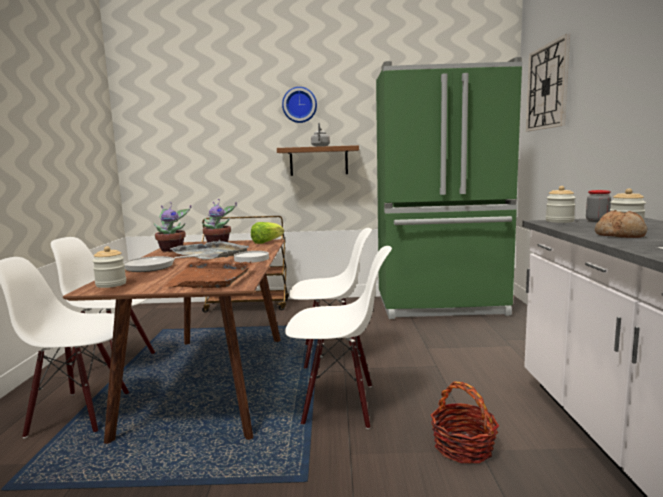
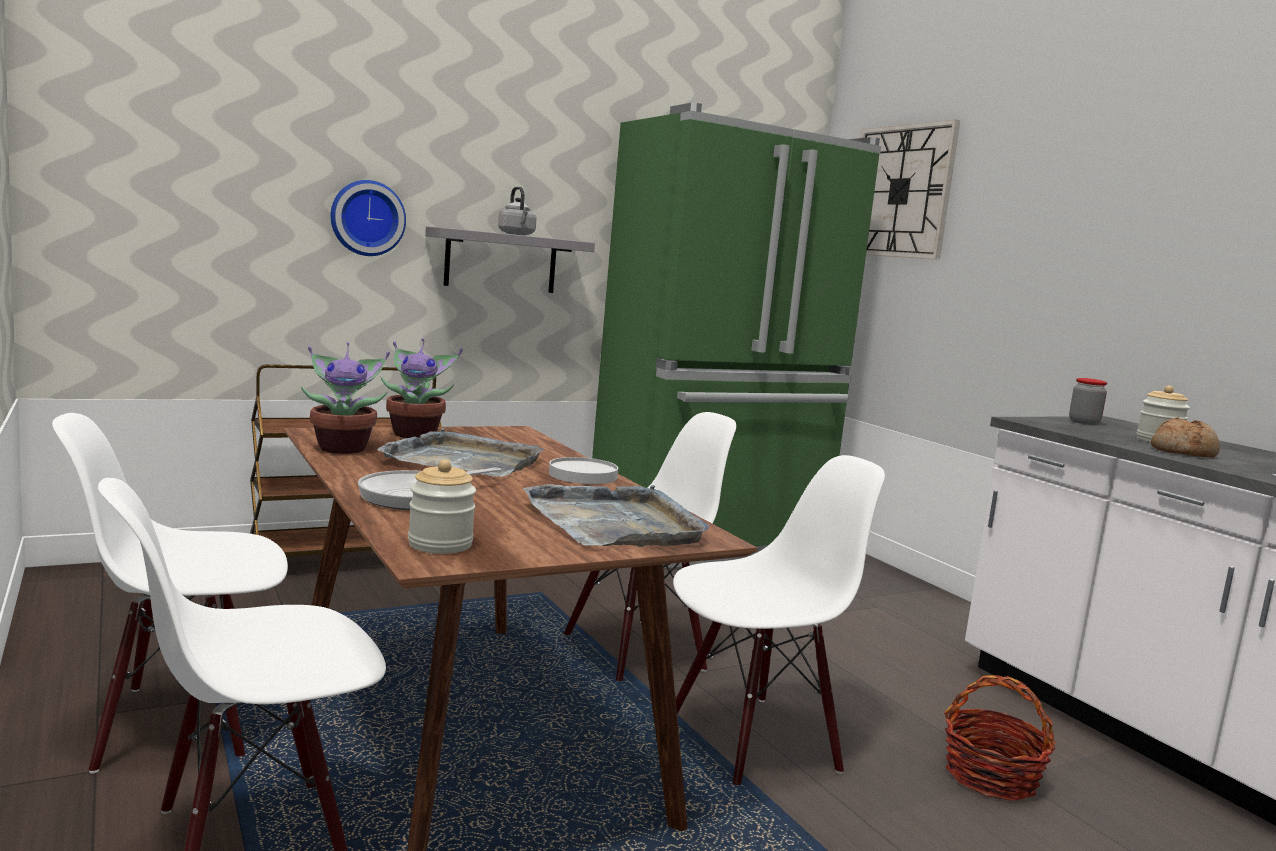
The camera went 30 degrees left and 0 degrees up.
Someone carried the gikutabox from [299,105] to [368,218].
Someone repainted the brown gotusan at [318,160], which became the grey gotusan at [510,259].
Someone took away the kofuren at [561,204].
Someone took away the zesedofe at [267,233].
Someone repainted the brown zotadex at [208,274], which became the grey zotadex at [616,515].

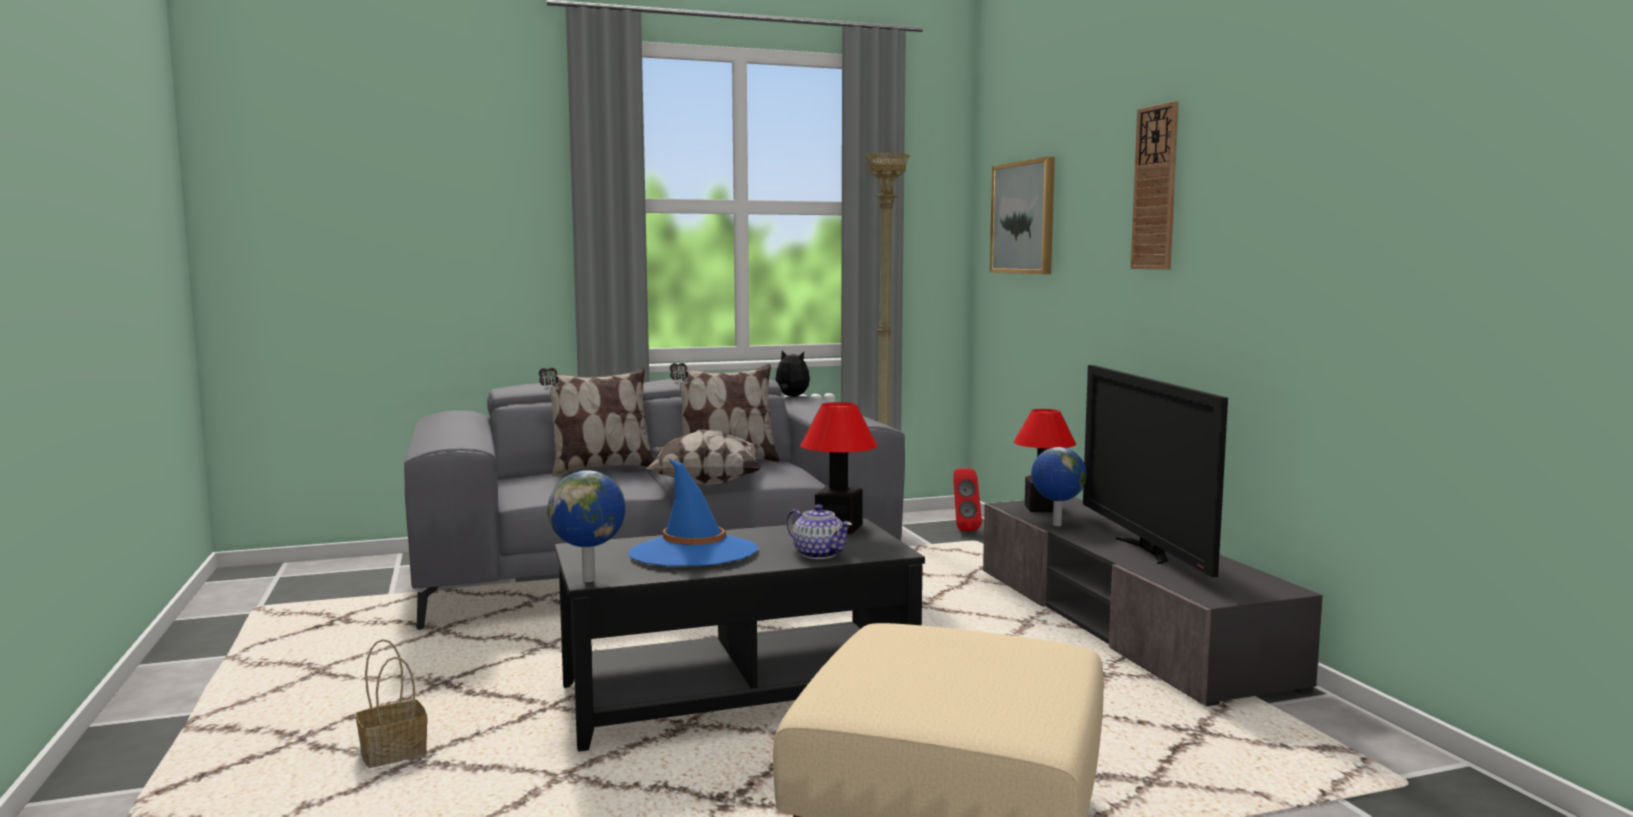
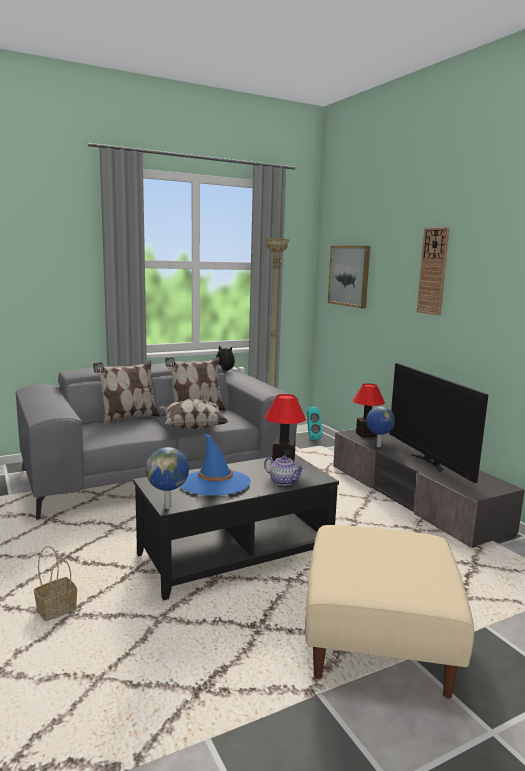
The camera went 10 degrees left and 5 degrees up.
Someone repainted the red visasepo at [967,499], which became the turquoise visasepo at [315,423].

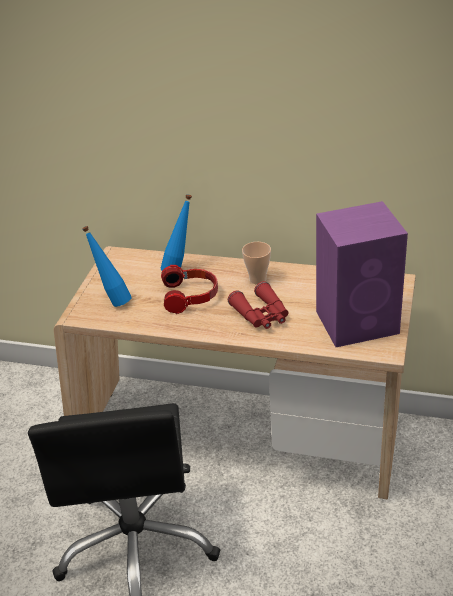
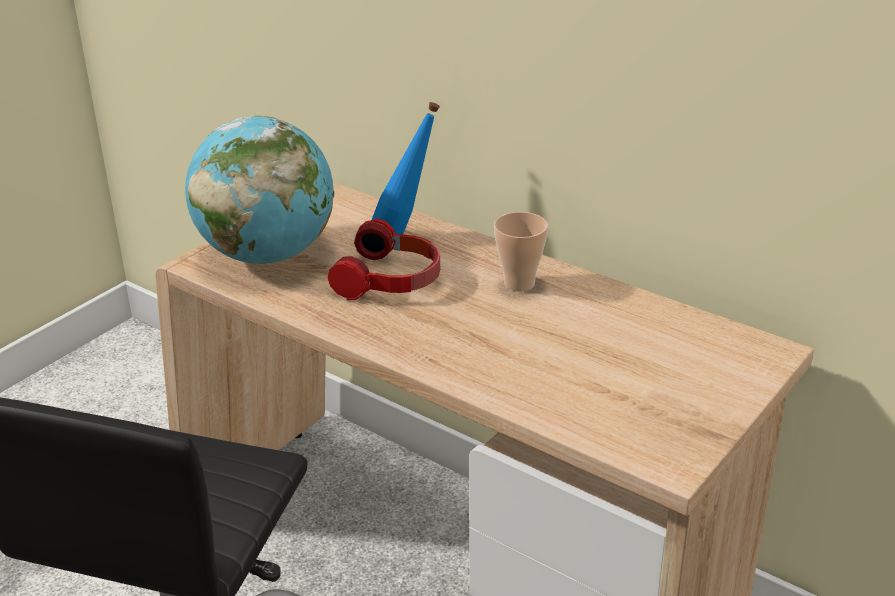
The camera went 20 degrees right and 5 degrees down.
Someone took away the purple visasepo at [362,274].
Someone swapped the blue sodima at [107,266] for the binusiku at [259,190].
Someone took away the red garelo at [258,305].

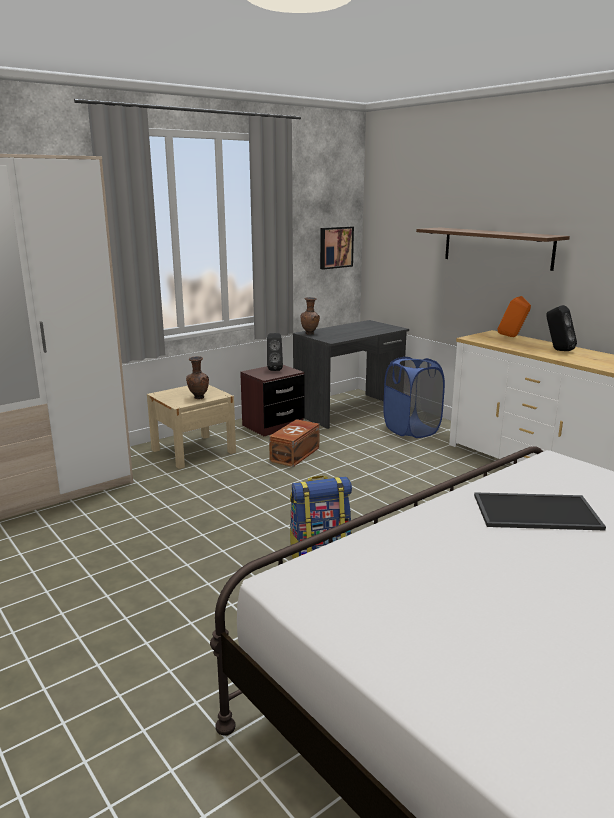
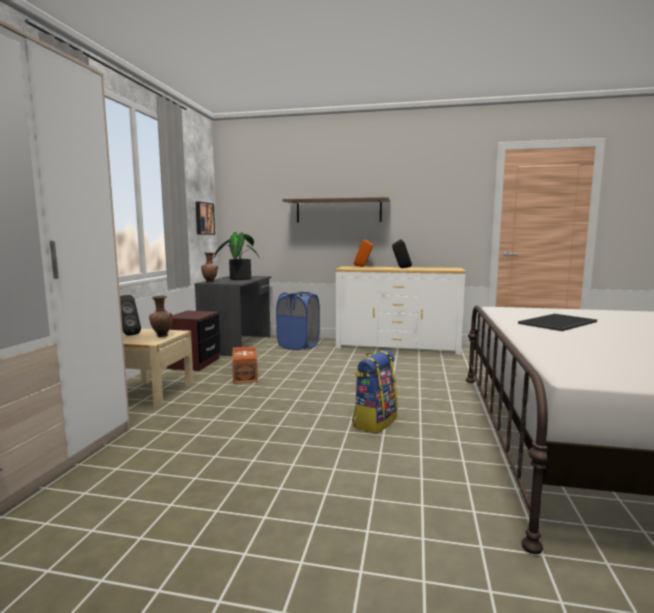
The camera went 40 degrees left and 10 degrees down.
Someone carried the black visasepo from [275,352] to [130,315].
Someone put down the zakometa at [236,256].

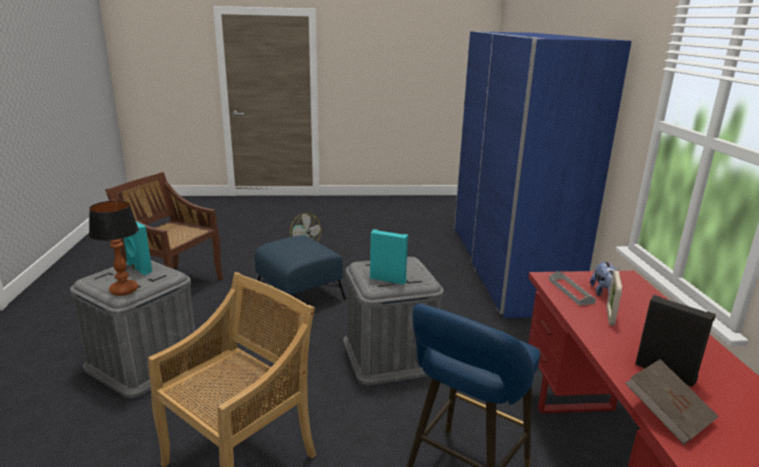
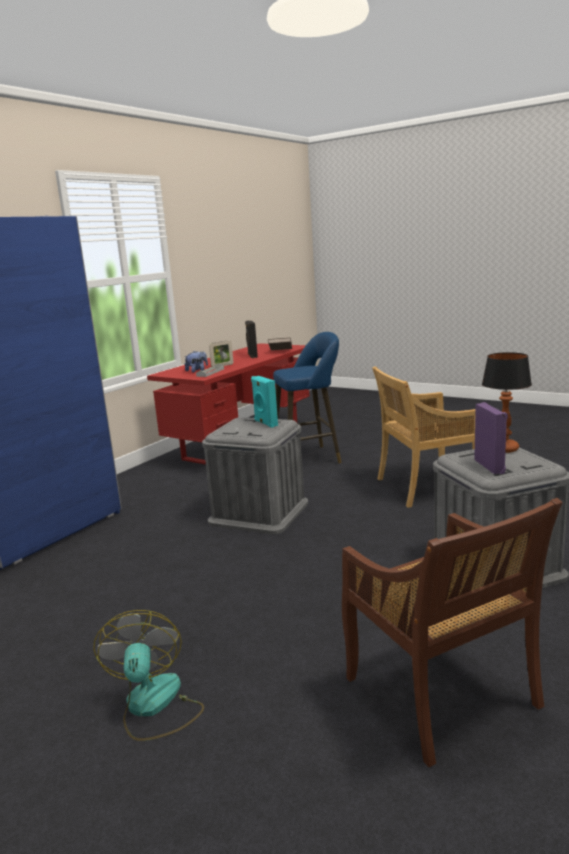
The camera went 140 degrees left and 5 degrees down.
Someone repainted the turquoise visasepo at [137,248], which became the purple visasepo at [491,438].
Someone took away the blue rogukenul at [300,268].

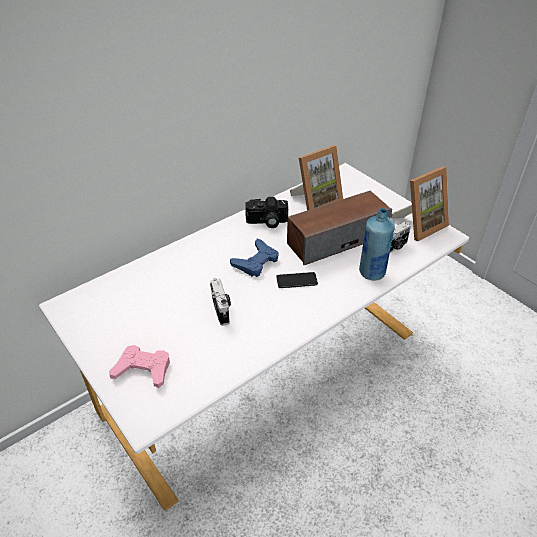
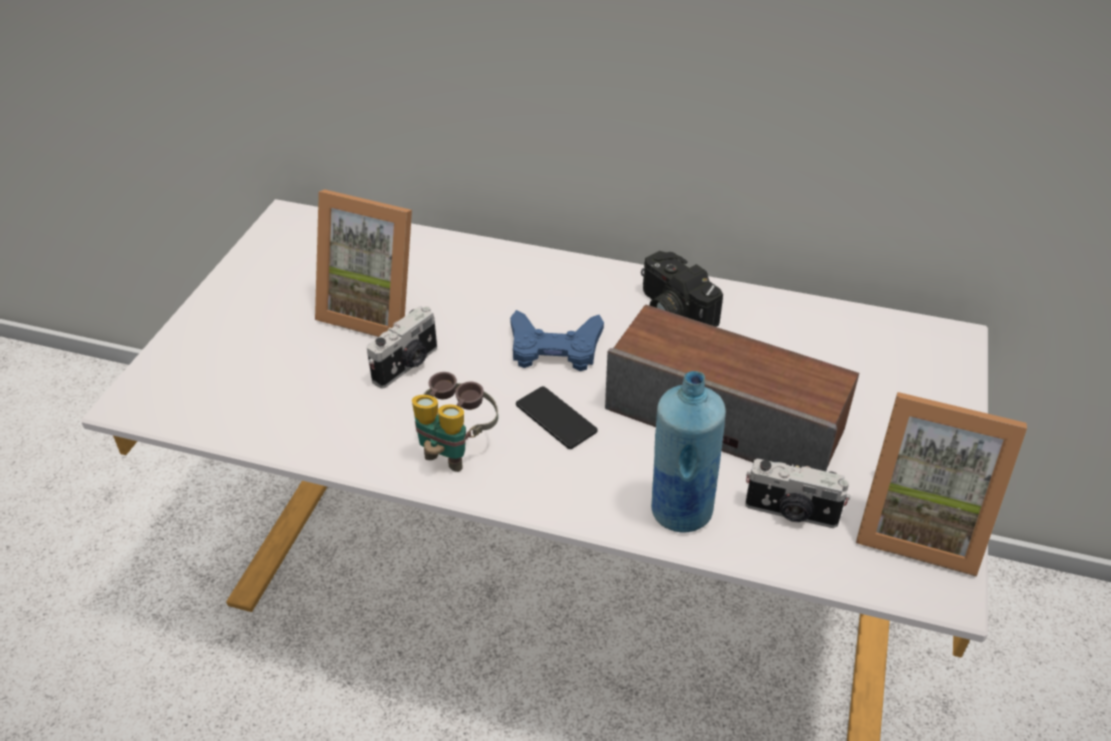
The camera went 55 degrees right and 0 degrees up.
Someone carried the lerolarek from [316,177] to [363,263].
Someone took away the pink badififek at [139,366].
Someone put down the garelo at [455,422].

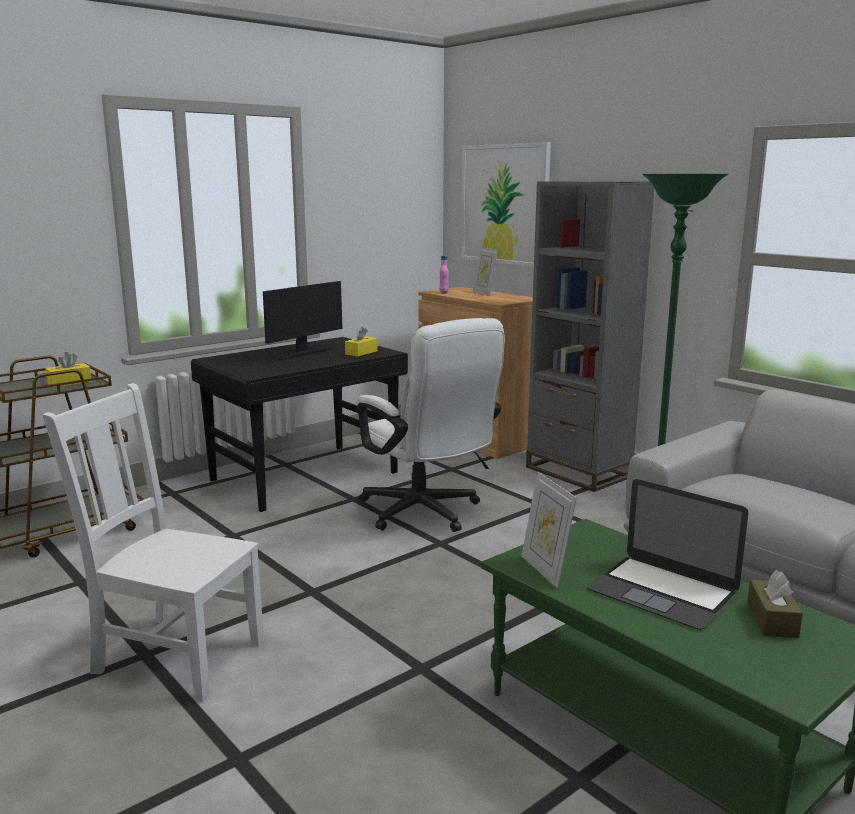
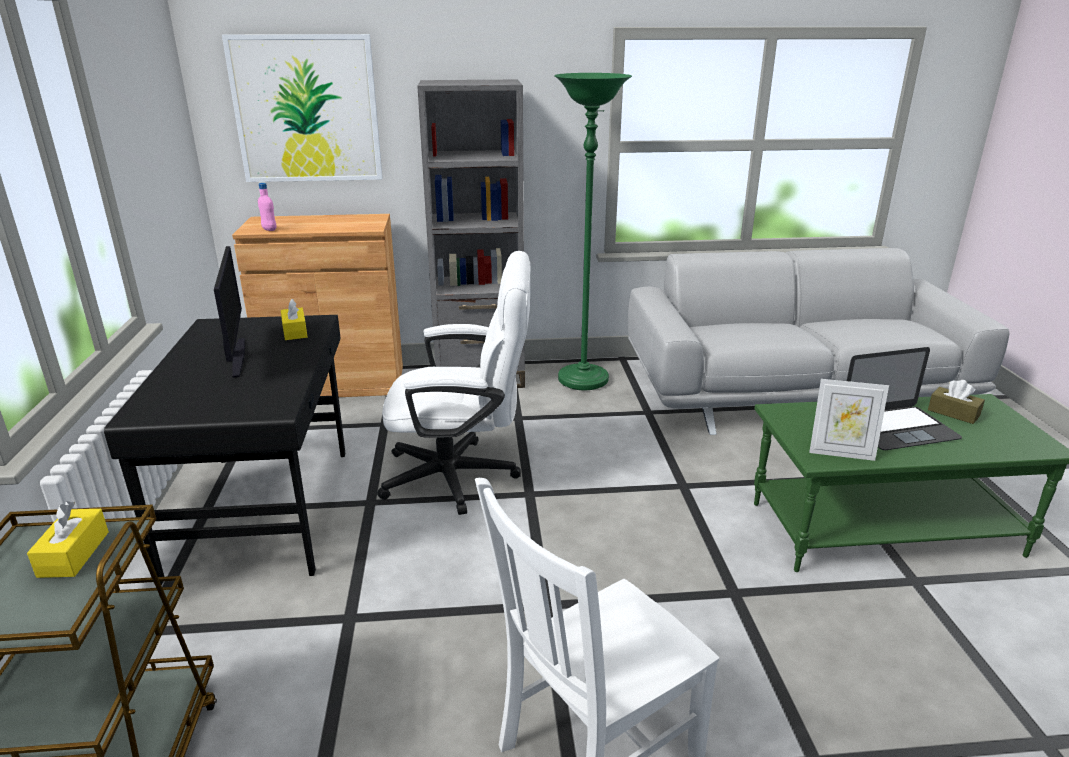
The camera went 55 degrees left and 10 degrees up.
Someone took away the lerolarek at [485,271].

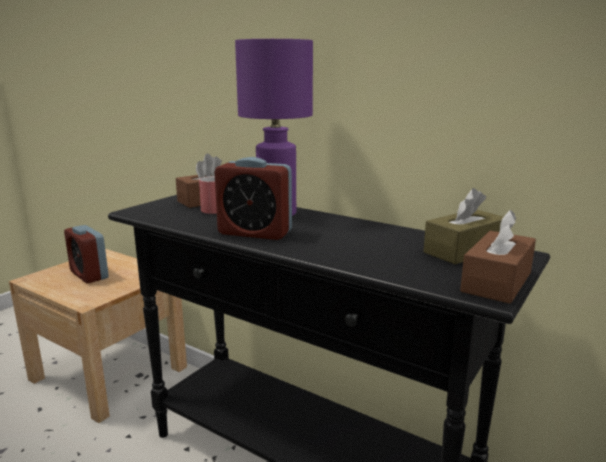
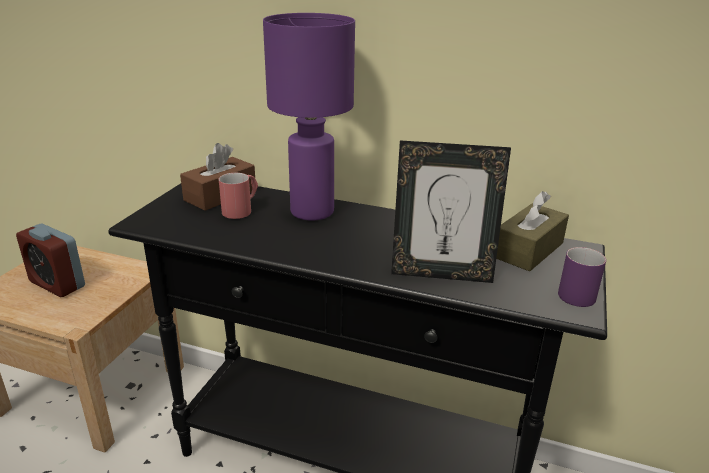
The camera went 15 degrees left and 10 degrees up.
Someone took away the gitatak at [253,198].
Someone swapped the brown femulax at [498,257] for the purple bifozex at [582,277].
Someone put down the lerolarek at [451,211].

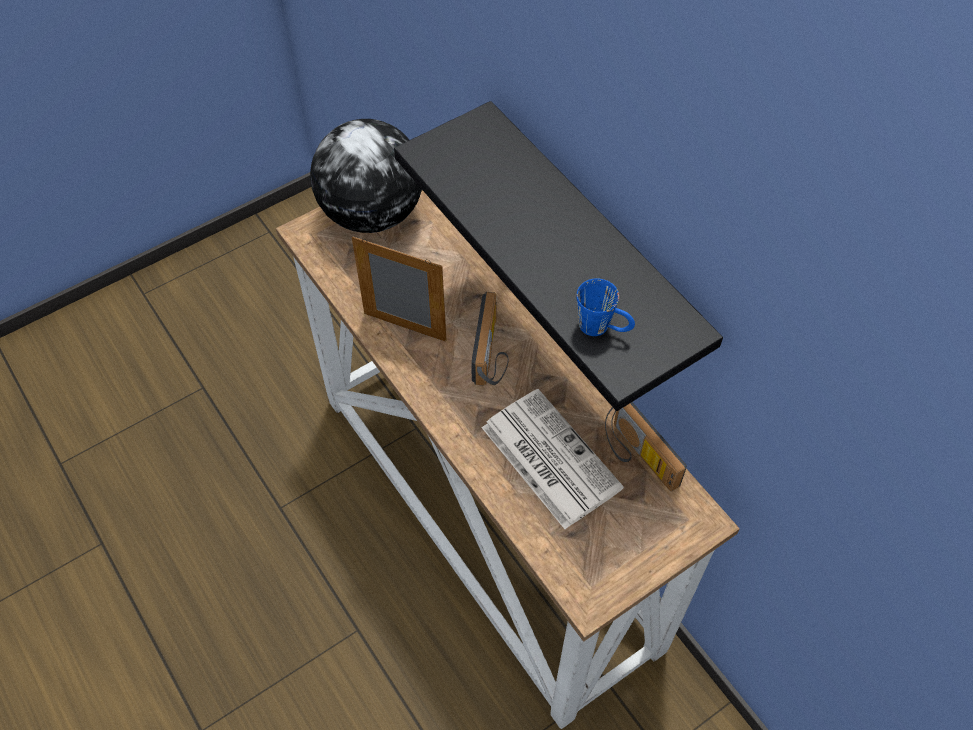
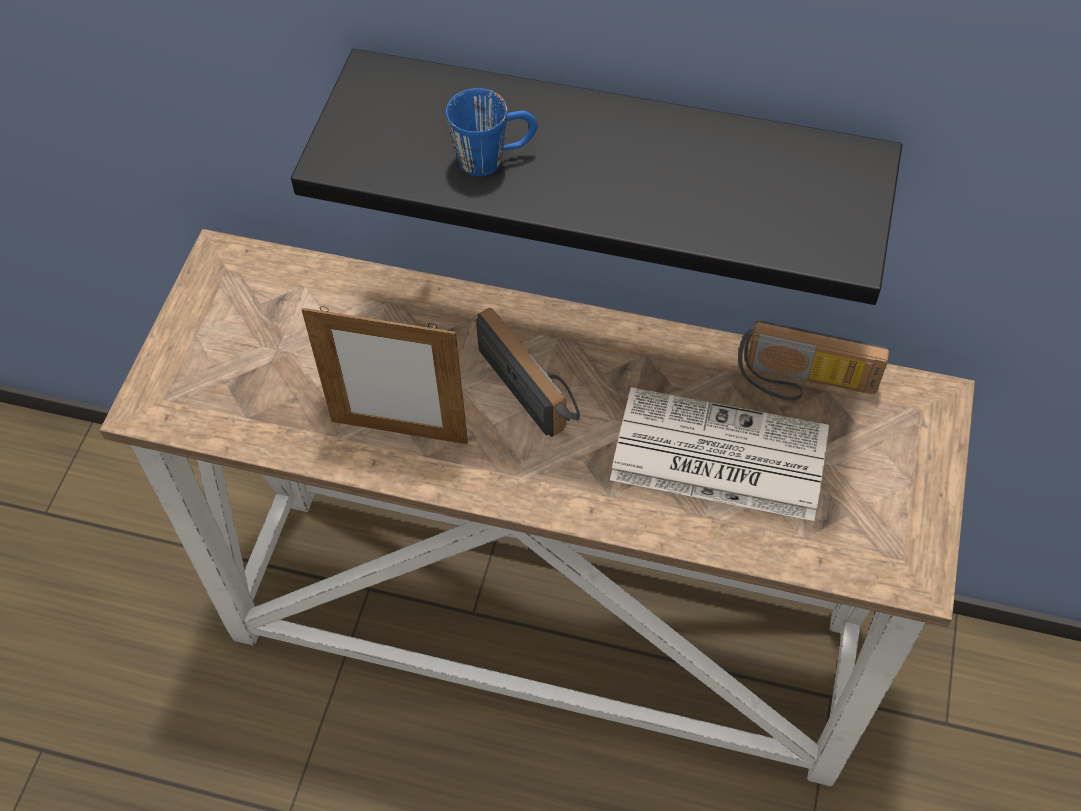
The camera went 40 degrees left and 0 degrees up.
Someone took away the binusiku at [366,176].
Someone rotated the lerolarek at [399,289] by 150 degrees counterclockwise.
Someone carried the blue bifozex from [606,307] to [491,132].

